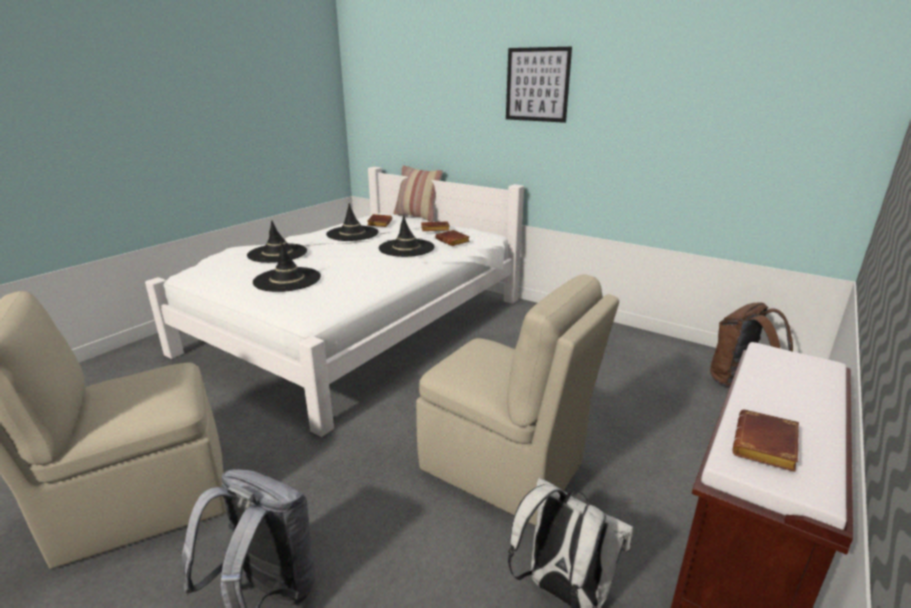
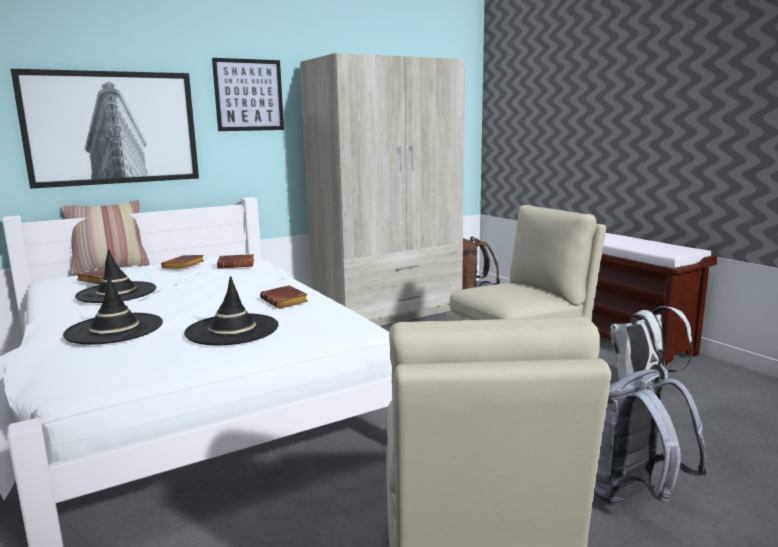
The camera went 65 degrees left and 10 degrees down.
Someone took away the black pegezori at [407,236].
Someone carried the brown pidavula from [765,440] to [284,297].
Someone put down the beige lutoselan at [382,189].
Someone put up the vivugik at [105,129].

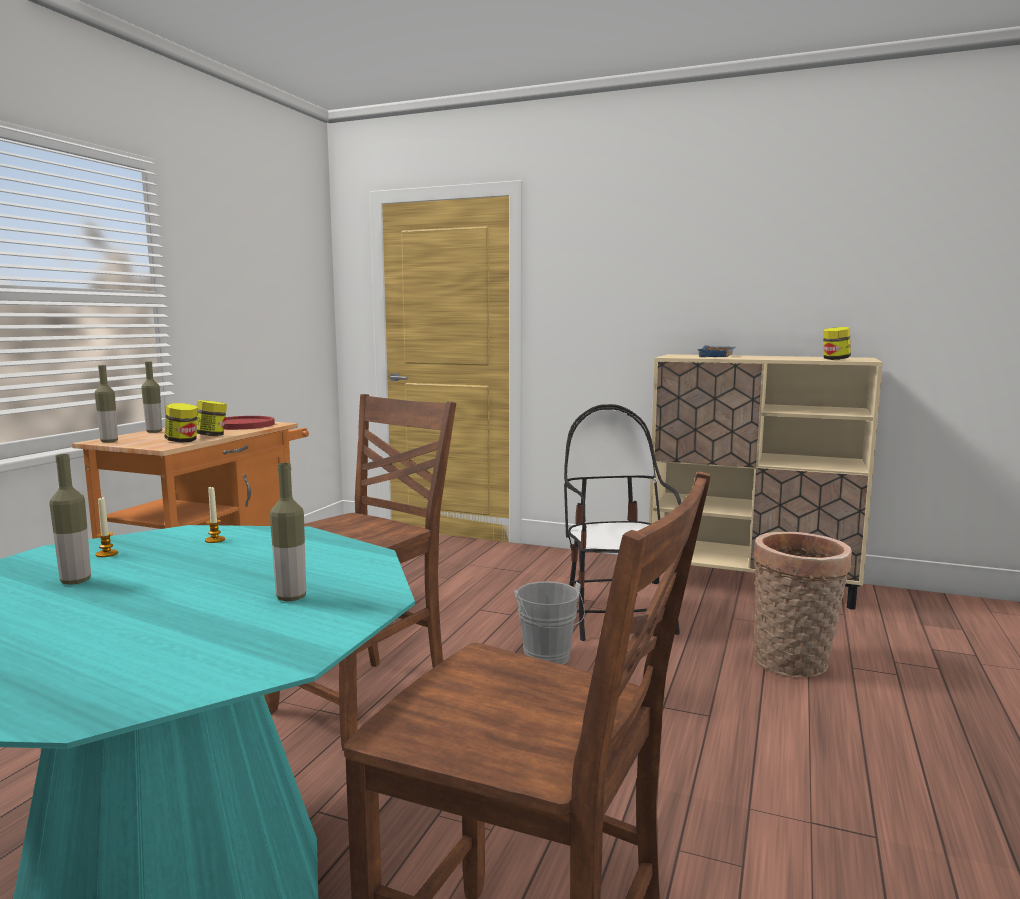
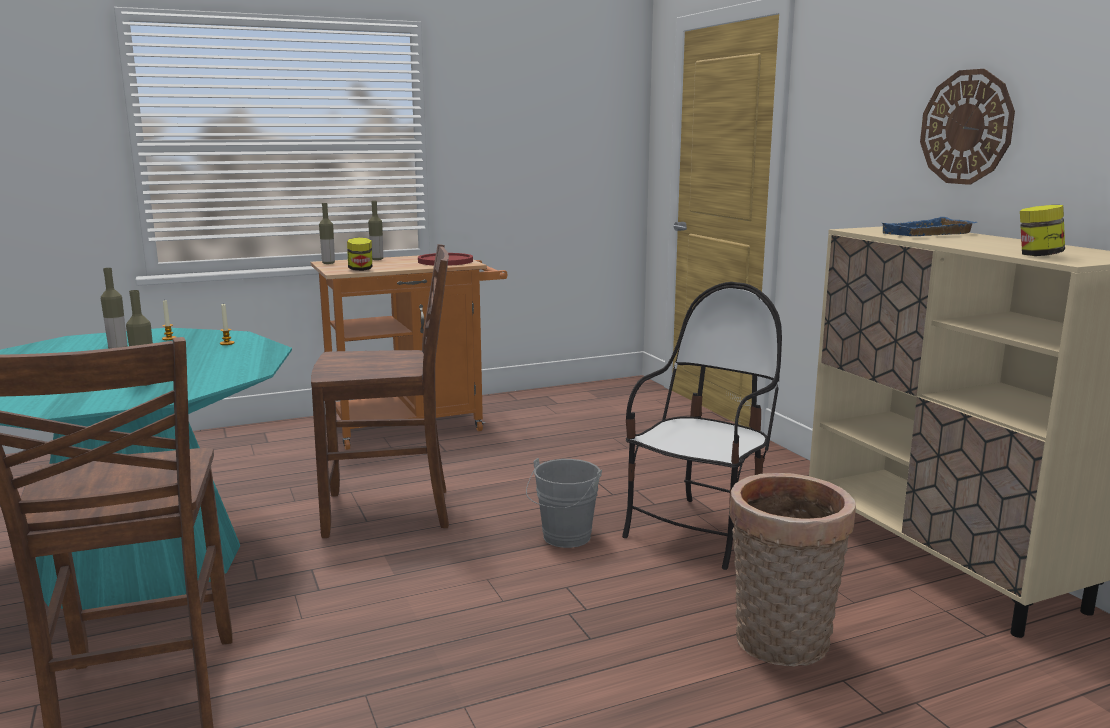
The camera went 45 degrees right and 5 degrees up.
Someone took away the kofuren at [212,418].
Someone put up the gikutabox at [967,127].

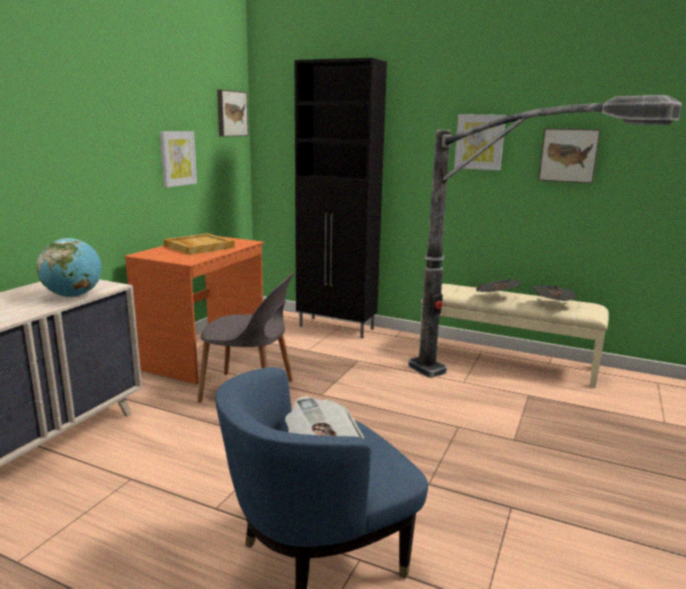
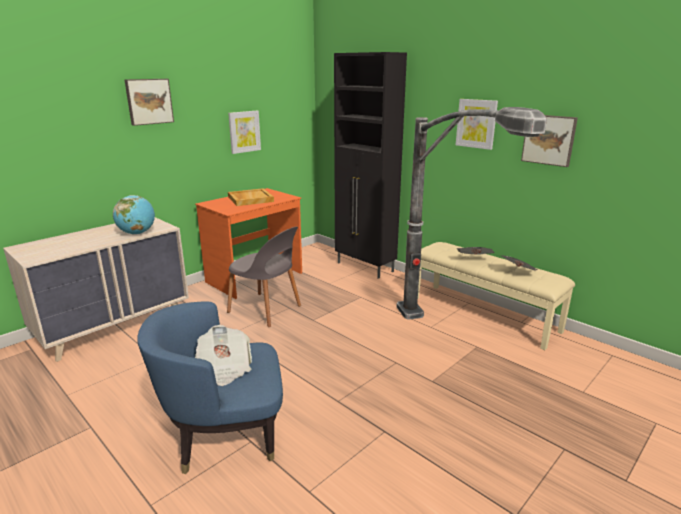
The camera went 20 degrees right and 5 degrees up.
Someone carried the vivugik from [233,113] to [149,102].

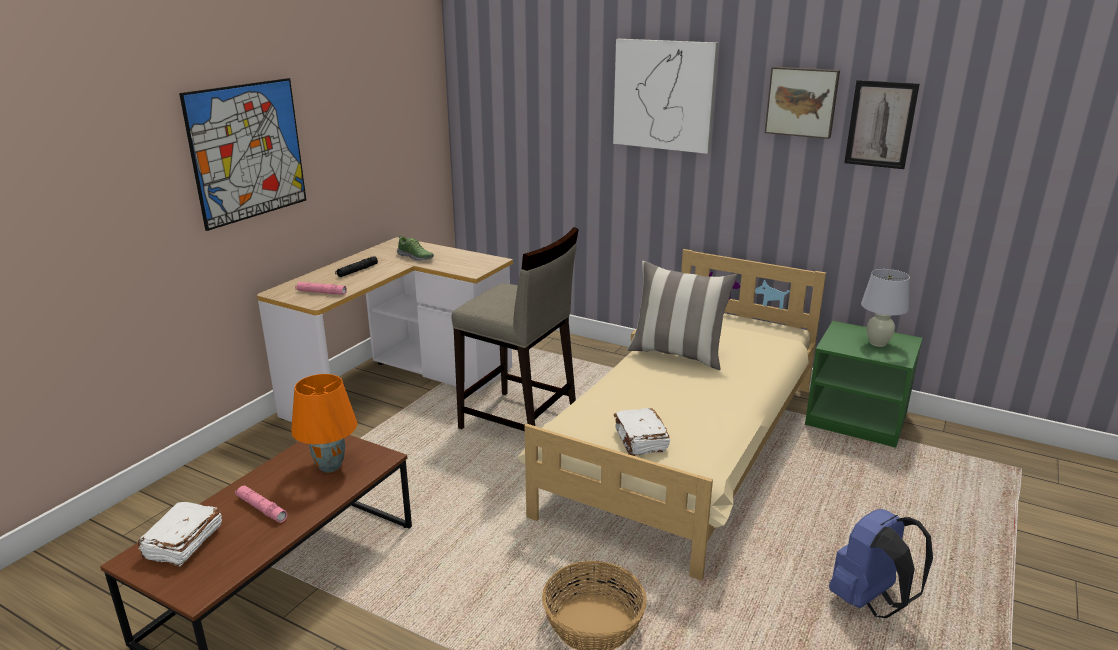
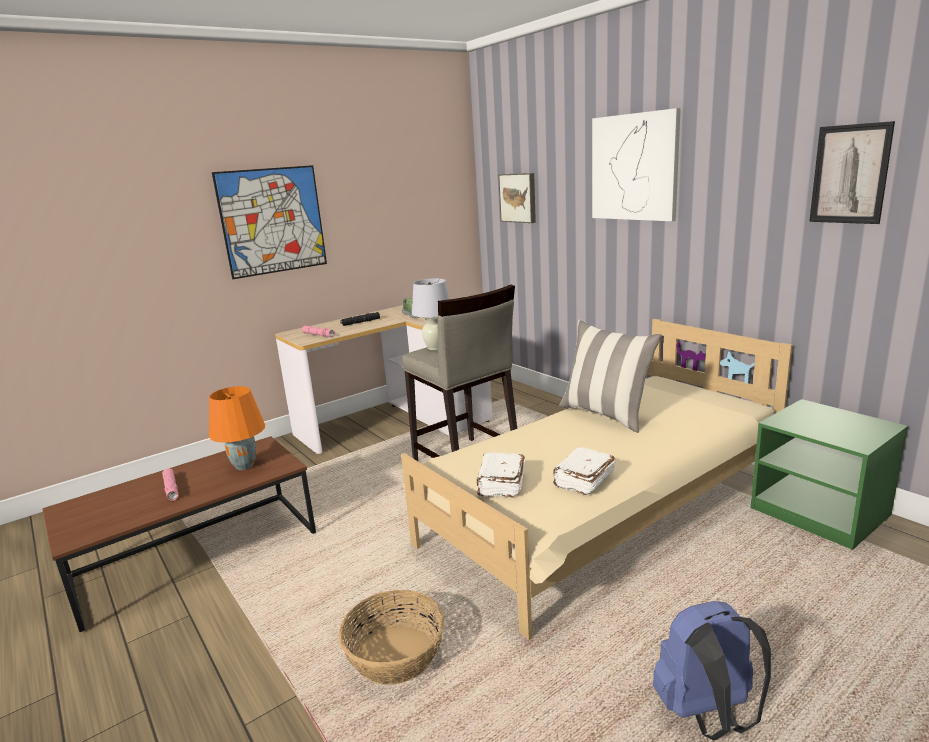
The camera went 25 degrees right and 5 degrees down.
Someone carried the vivugik from [802,103] to [517,198].
Someone carried the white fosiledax from [885,308] to [431,314].
Someone carried the white pidavula from [180,534] to [584,471].

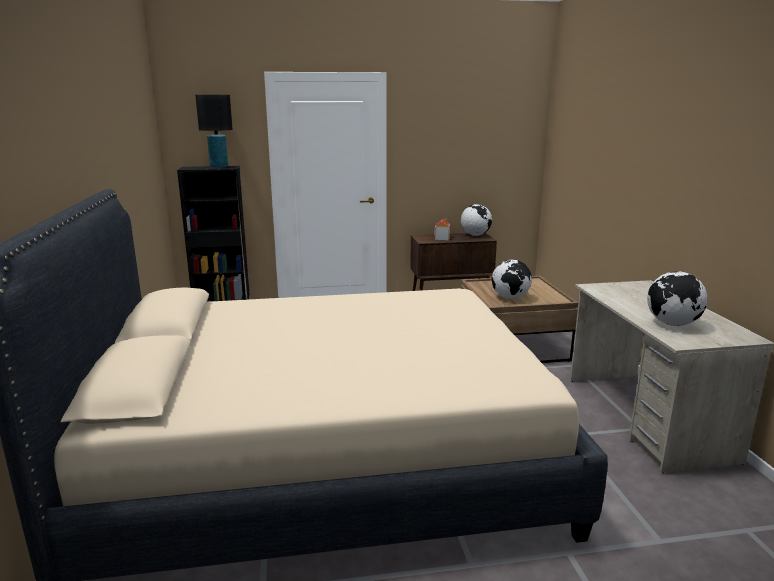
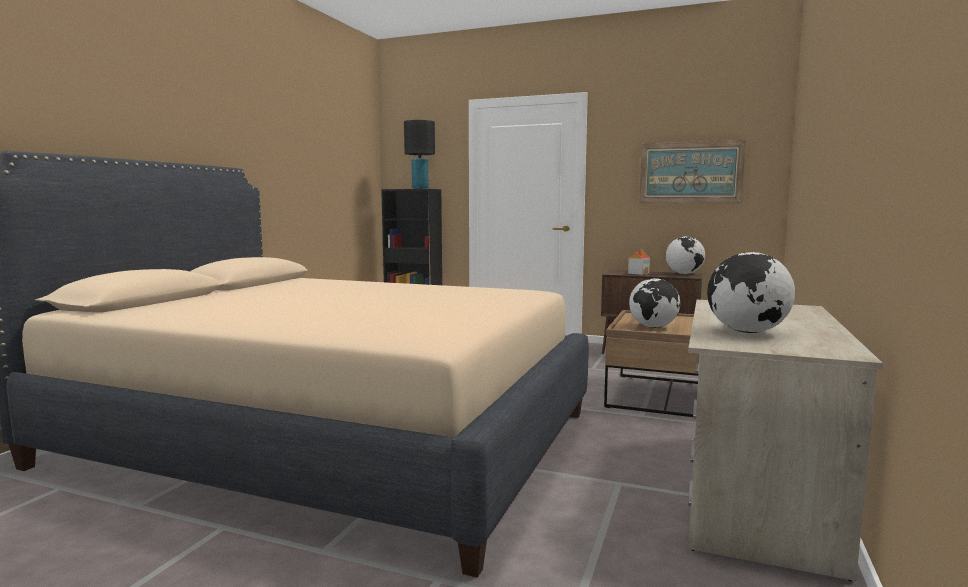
The camera went 30 degrees right and 10 degrees down.
Someone put up the vivugik at [692,171].

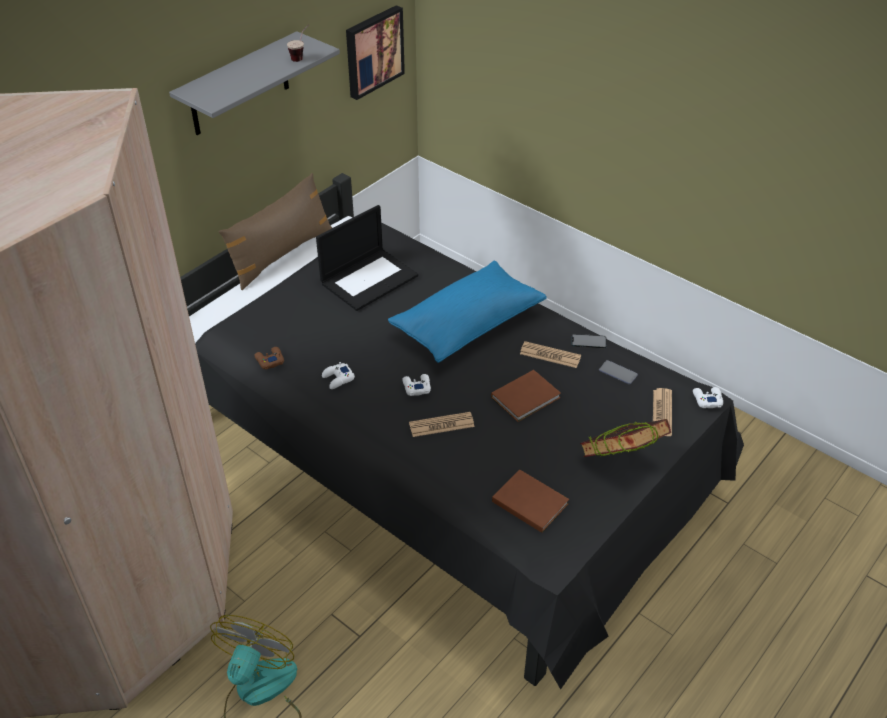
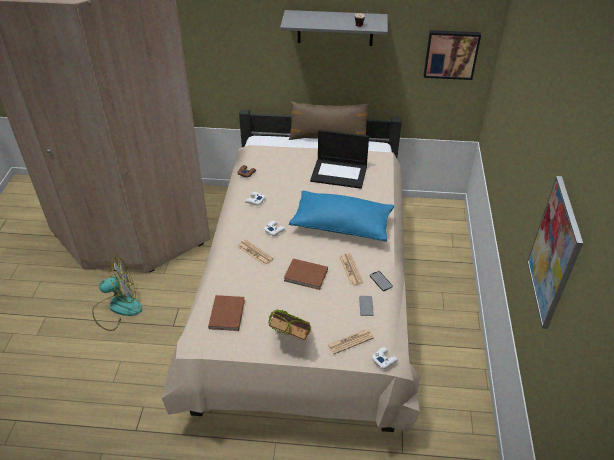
The camera went 55 degrees right and 0 degrees up.
Someone repainted the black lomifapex at [462,431], which became the beige lomifapex at [291,271].
Someone put up the vivugik at [555,252].

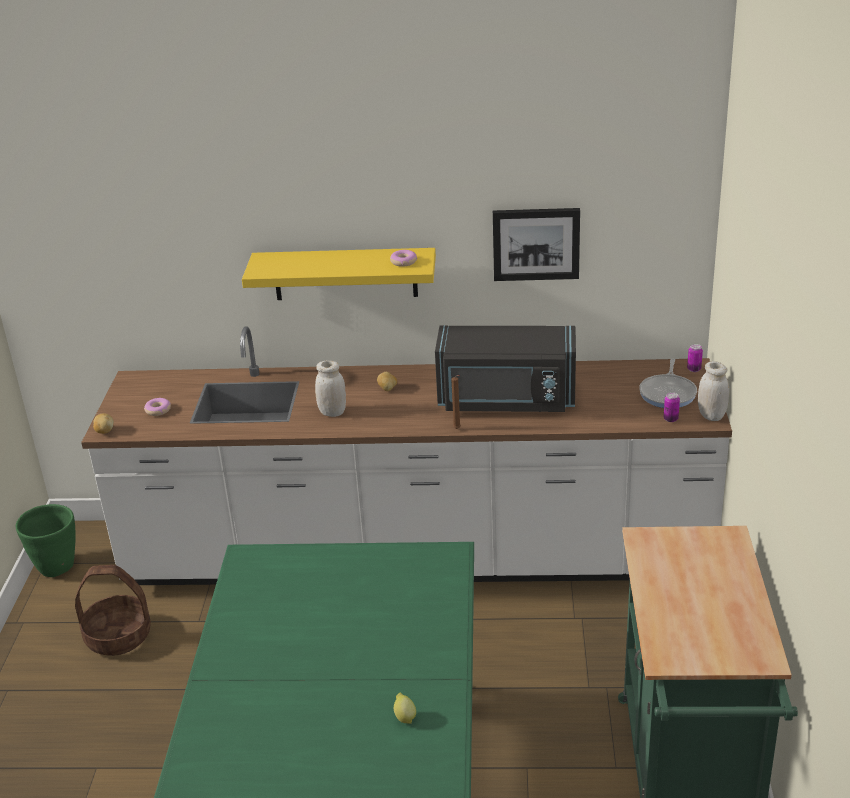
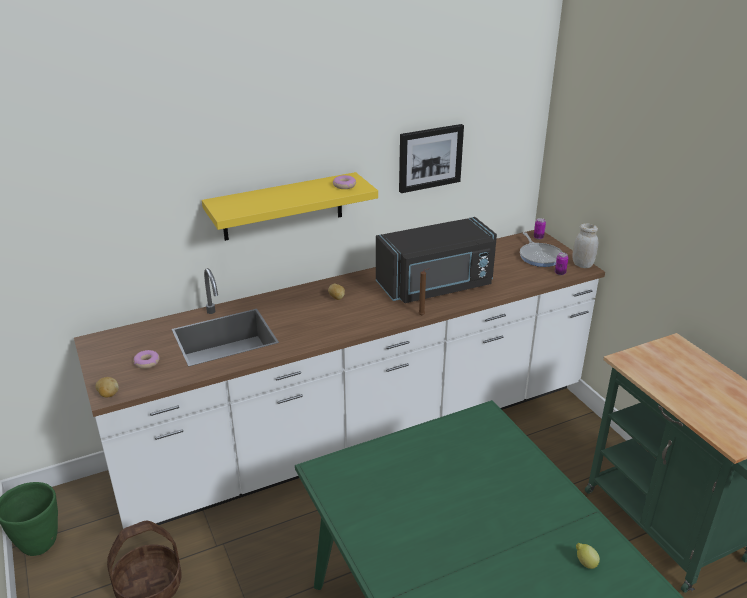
The camera went 30 degrees left and 0 degrees up.
Someone took away the white kofuren at [330,389].

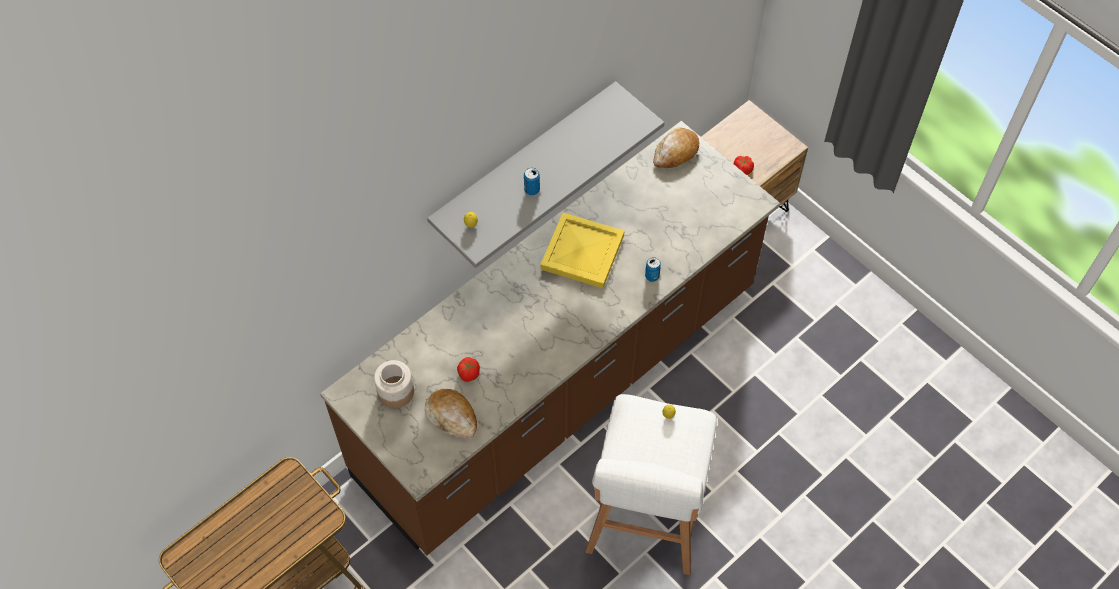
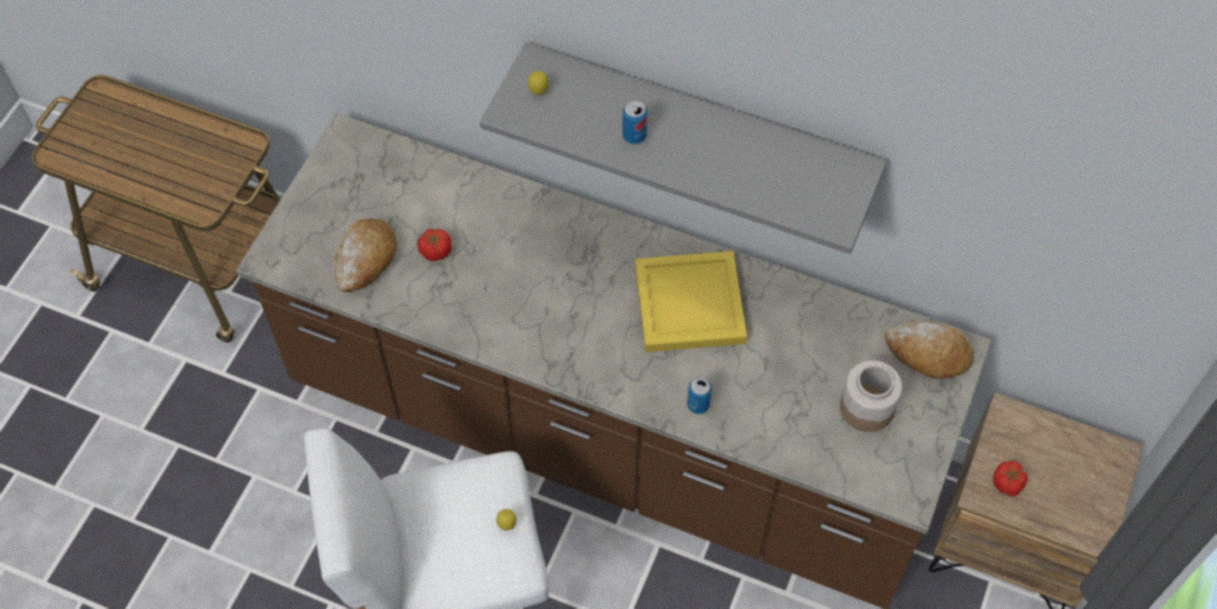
The camera went 65 degrees right and 0 degrees up.
Someone carried the kofuren from [394,384] to [871,396].

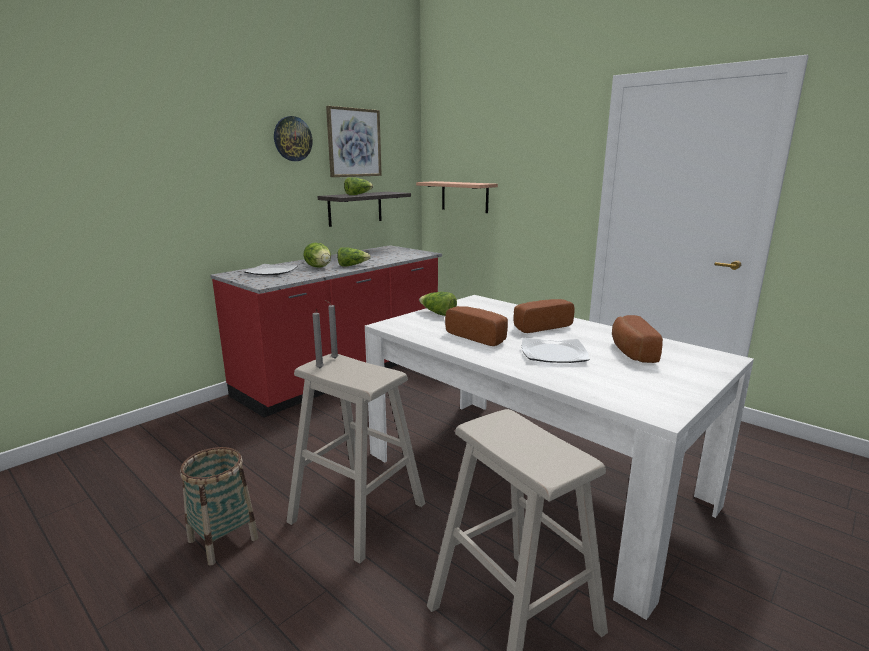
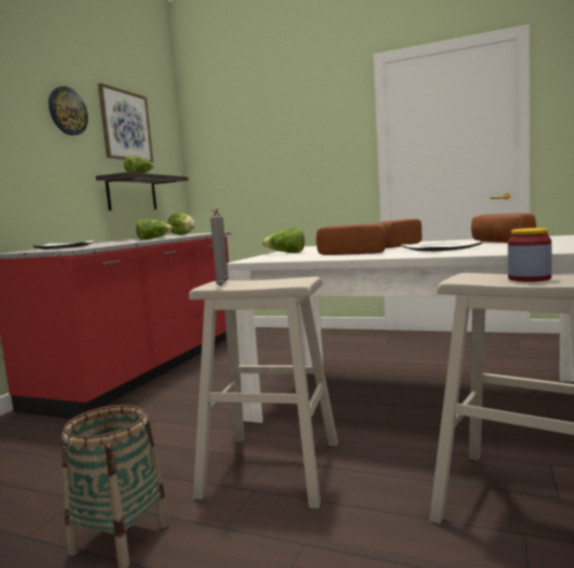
The camera went 20 degrees left and 10 degrees down.
Someone took away the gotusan at [457,197].
Someone carried the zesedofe from [317,255] to [181,224].
Someone put down the kofuren at [530,255].

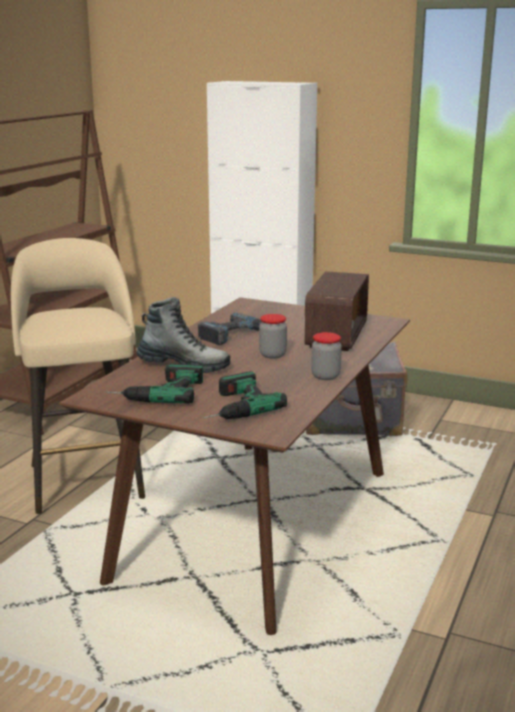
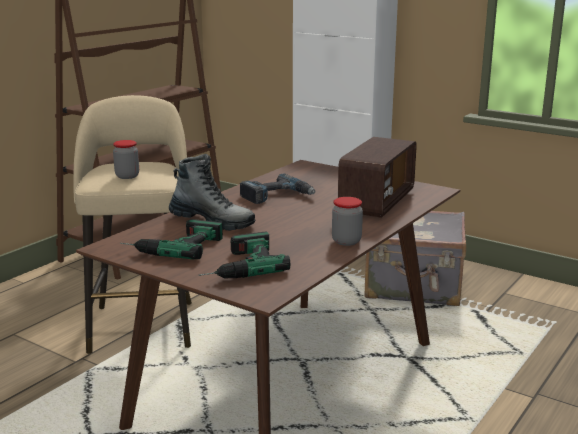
The camera went 10 degrees right and 0 degrees up.
Someone carried the kofuren from [273,336] to [126,159].

